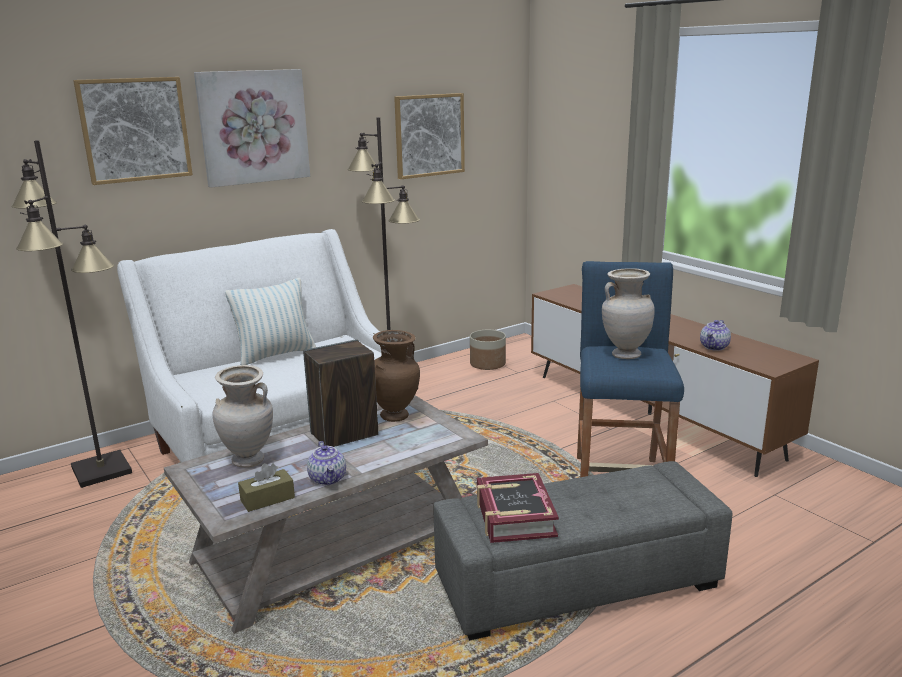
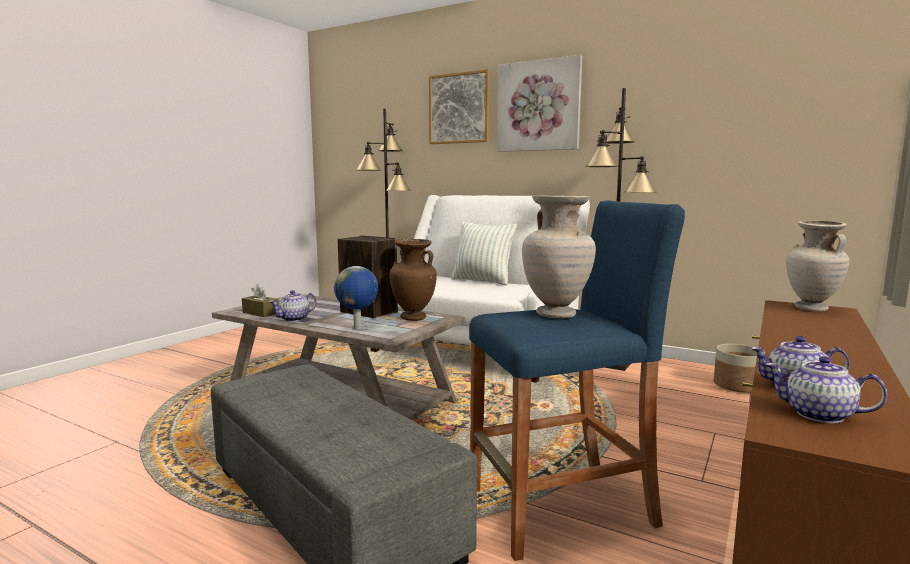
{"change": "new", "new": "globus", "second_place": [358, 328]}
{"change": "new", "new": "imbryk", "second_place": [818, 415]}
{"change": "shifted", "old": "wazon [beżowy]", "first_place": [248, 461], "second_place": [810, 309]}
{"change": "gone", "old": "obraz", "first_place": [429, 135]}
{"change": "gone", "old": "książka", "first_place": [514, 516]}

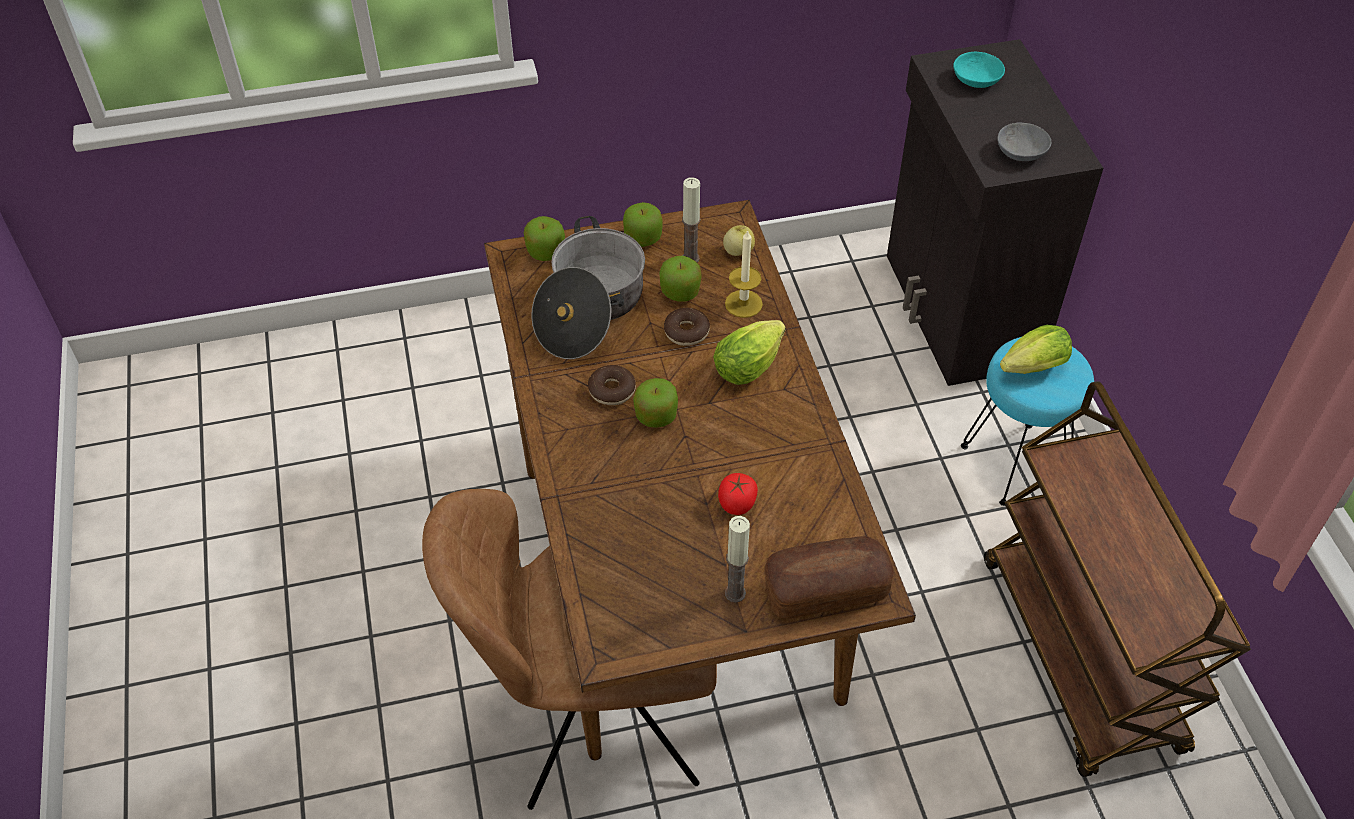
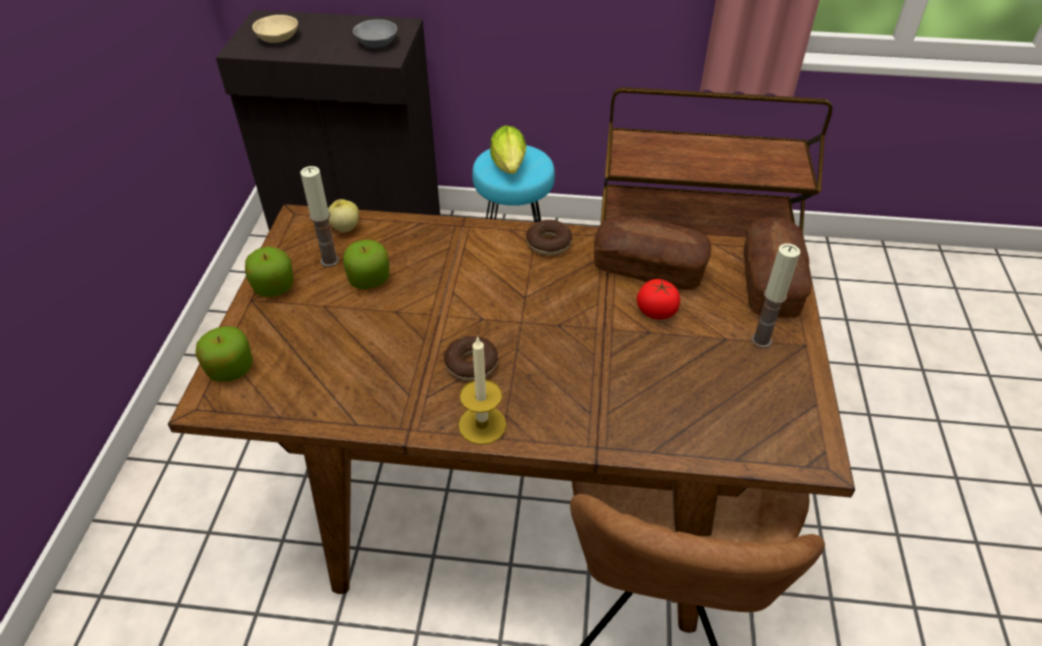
{"change": "repainted", "old": "miska [turkusowy]", "new": "miska [beżowy]", "first_place": [975, 80], "second_place": [278, 38]}
{"change": "shifted", "old": "świeca", "first_place": [743, 304], "second_place": [482, 425]}
{"change": "shifted", "old": "donut", "first_place": [686, 332], "second_place": [548, 243]}
{"change": "new", "new": "chleb", "second_place": [648, 268]}
{"change": "gone", "old": "garnek", "first_place": [590, 309]}
{"change": "gone", "old": "jabłko", "first_place": [656, 415]}
{"change": "gone", "old": "sałata", "first_place": [751, 364]}

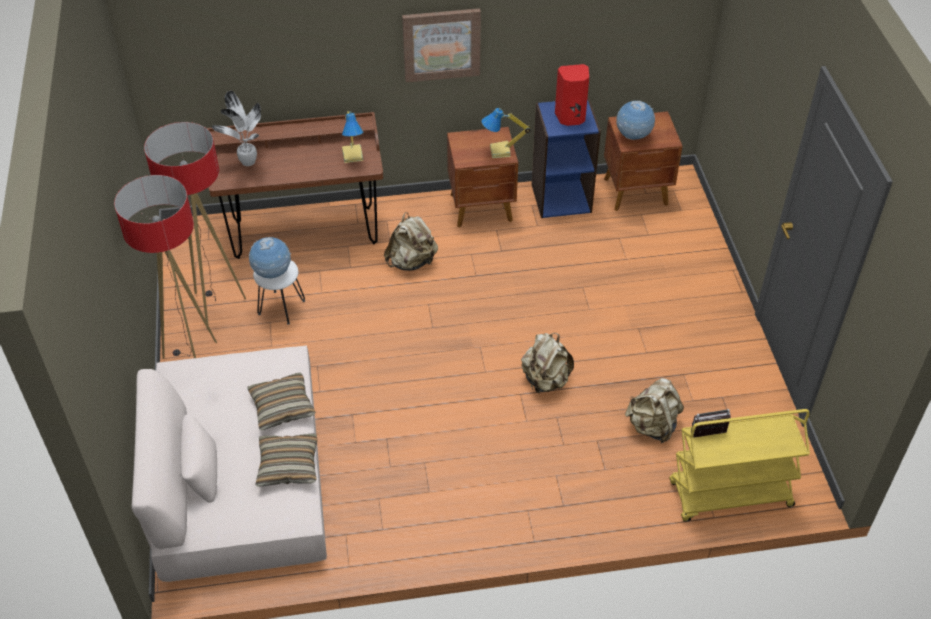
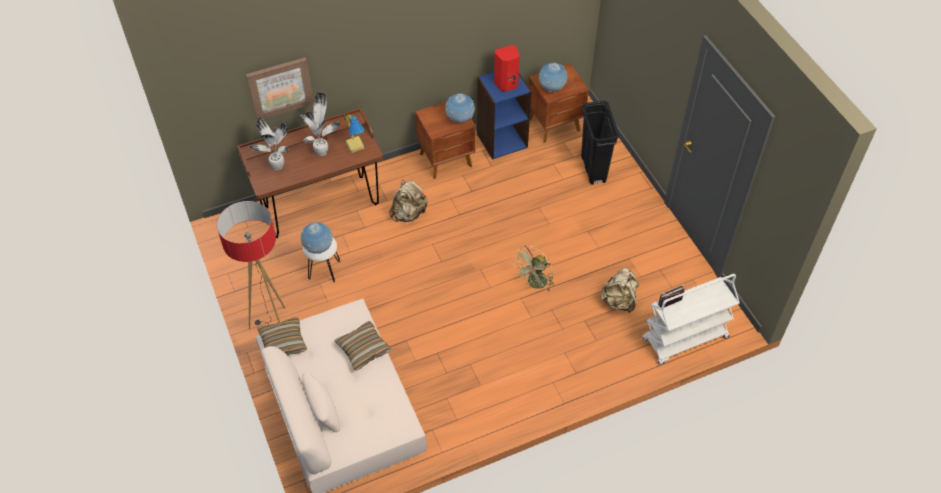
{"change": "shifted", "old": "obraz", "first_place": [441, 44], "second_place": [280, 87]}
{"change": "shifted", "old": "poduszka", "first_place": [288, 465], "second_place": [283, 343]}
{"change": "new", "new": "roślina doniczkowa", "second_place": [322, 151]}
{"change": "swapped", "old": "lampa stołowa", "new": "globus", "first_place": [500, 152], "second_place": [460, 119]}
{"change": "swapped", "old": "plecak [beżowy]", "new": "wentylator [zielony]", "first_place": [545, 380], "second_place": [535, 284]}
{"change": "new", "new": "kosz na śmieci [czarny]", "second_place": [593, 169]}
{"change": "repainted", "old": "wózek [żółty]", "new": "wózek [biały]", "first_place": [729, 495], "second_place": [684, 339]}
{"change": "gone", "old": "lampa stojąca", "first_place": [216, 306]}

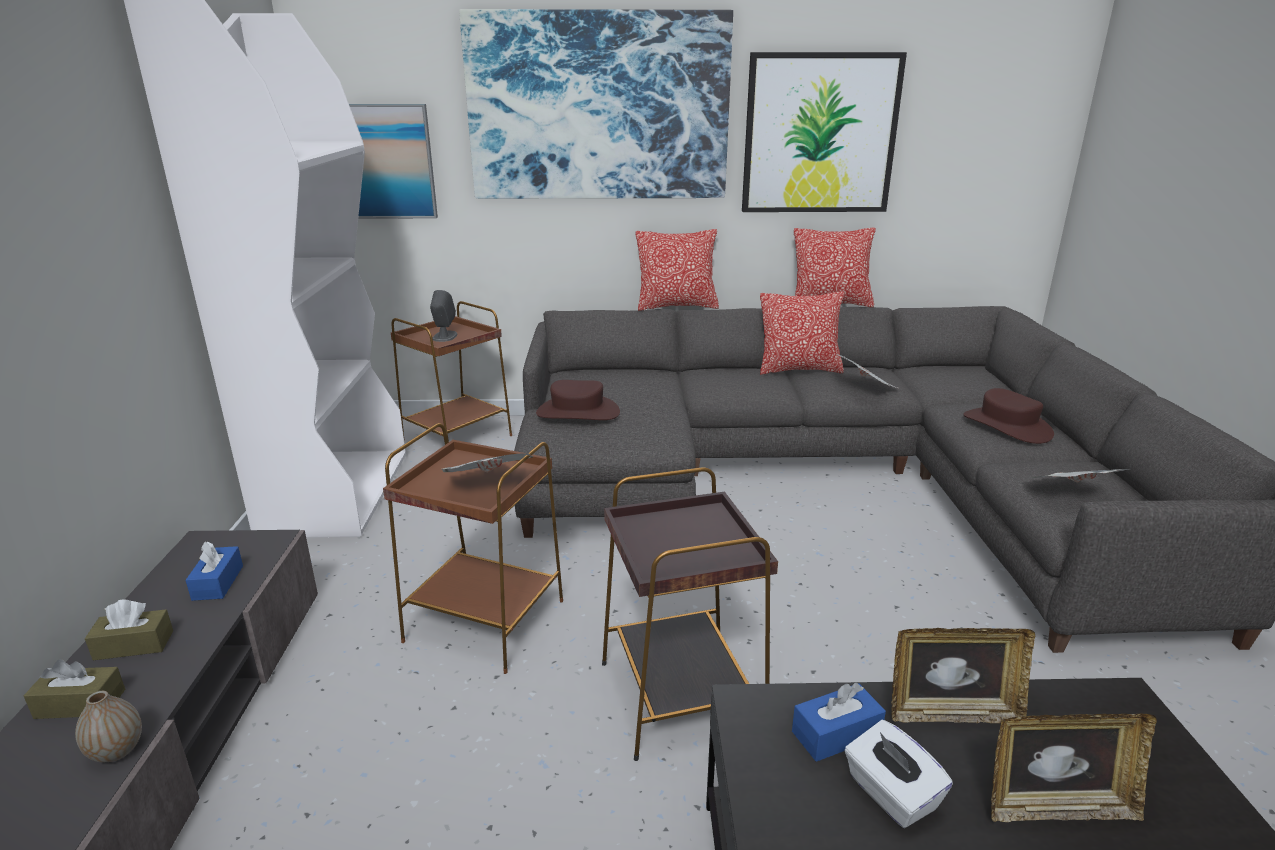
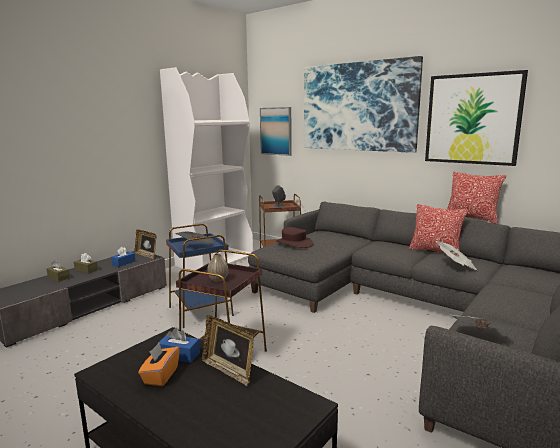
{"change": "shifted", "old": "ramka na zdjęcie", "first_place": [1056, 807], "second_place": [146, 255]}
{"change": "repainted", "old": "pudełko chusteczek [biały]", "new": "pudełko chusteczek [pomarańczowy]", "first_place": [890, 794], "second_place": [160, 376]}
{"change": "repainted", "old": "stolik [brązowy]", "new": "stolik [niebieski]", "first_place": [484, 620], "second_place": [201, 311]}
{"change": "shifted", "old": "wazon", "first_place": [117, 751], "second_place": [218, 280]}
{"change": "gone", "old": "poduszka", "first_place": [676, 306]}
{"change": "gone", "old": "kapelusz [brązowy]", "first_place": [1007, 426]}

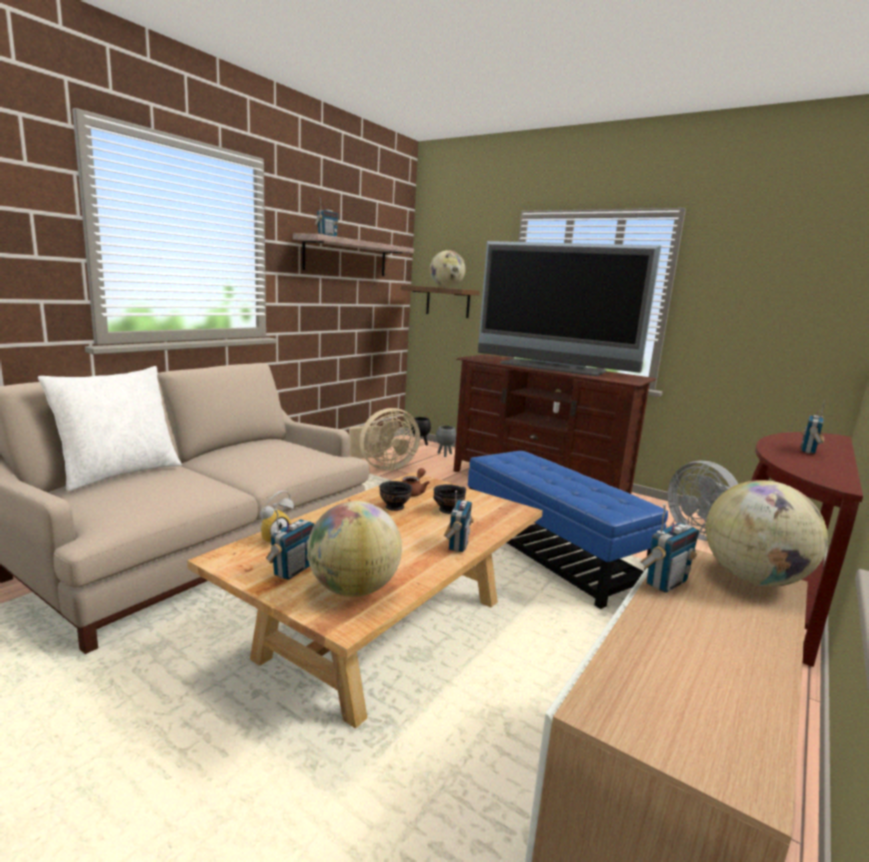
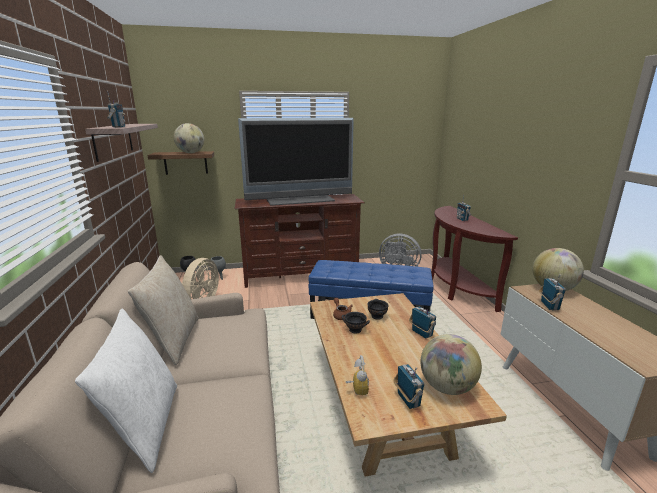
{"change": "new", "new": "poduszka [beżowy]", "second_place": [173, 340]}

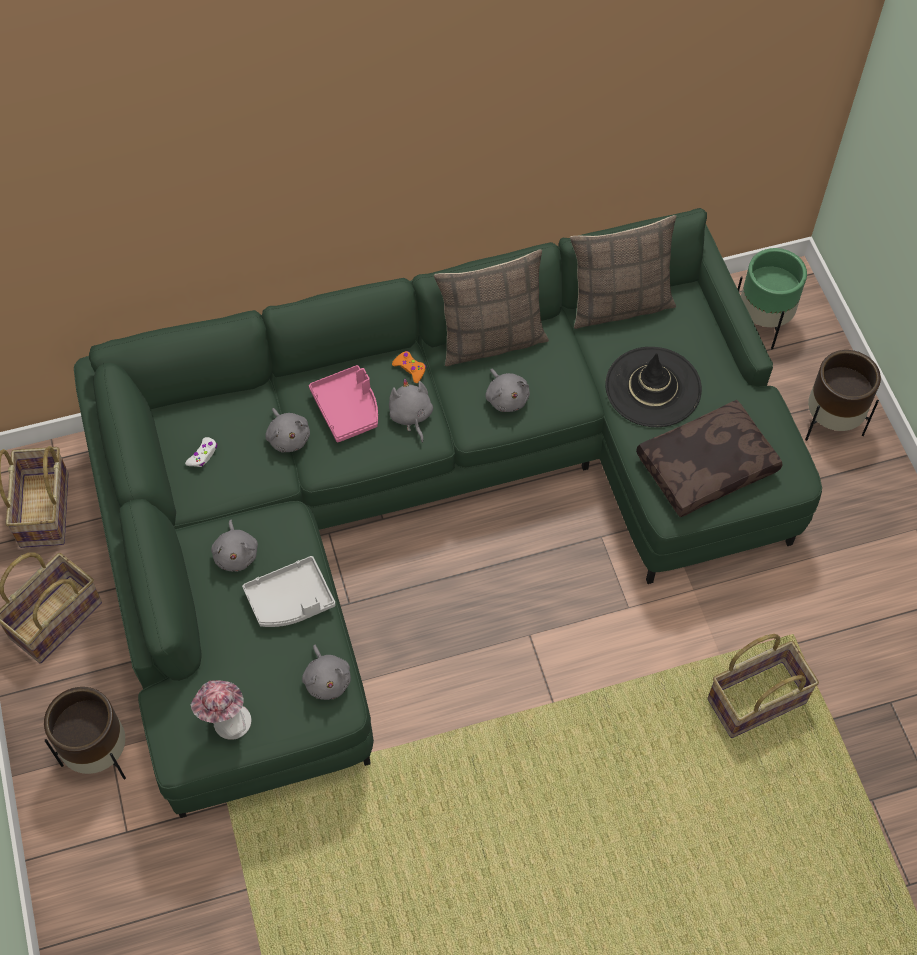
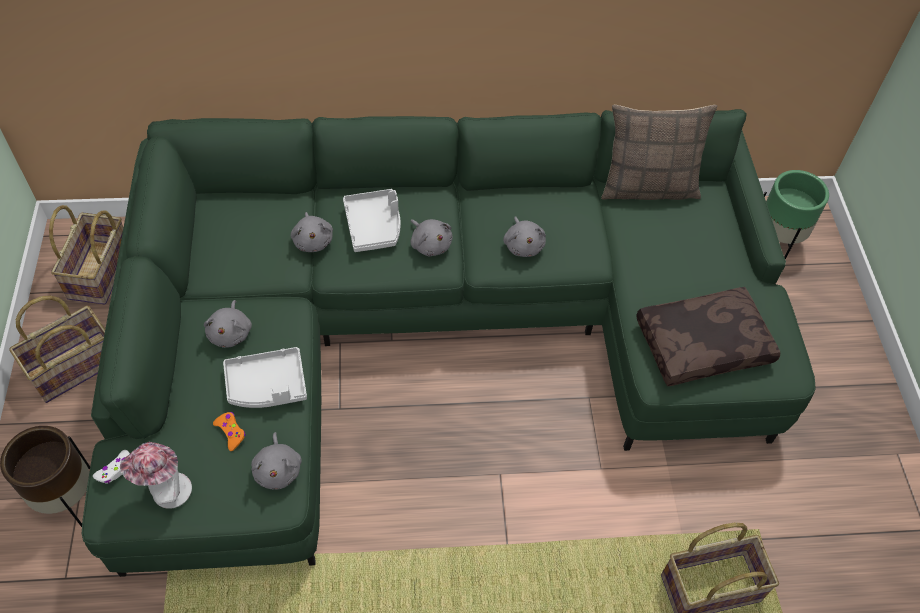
{"change": "shifted", "old": "pad do gier [biały]", "first_place": [203, 455], "second_place": [116, 470]}
{"change": "shifted", "old": "pad do gier [pomarańczowy]", "first_place": [410, 369], "second_place": [231, 432]}
{"change": "repainted", "old": "taca [różowy]", "new": "taca [szary]", "first_place": [348, 409], "second_place": [374, 226]}
{"change": "rotated", "old": "pluszak [szary]", "first_place": [411, 416], "second_place": [430, 244], "degrees": 150}
{"change": "gone", "old": "poduszka", "first_place": [492, 340]}
{"change": "gone", "old": "kapelusz [czarny]", "first_place": [653, 387]}
{"change": "gone", "old": "donica [brązowy]", "first_place": [830, 423]}

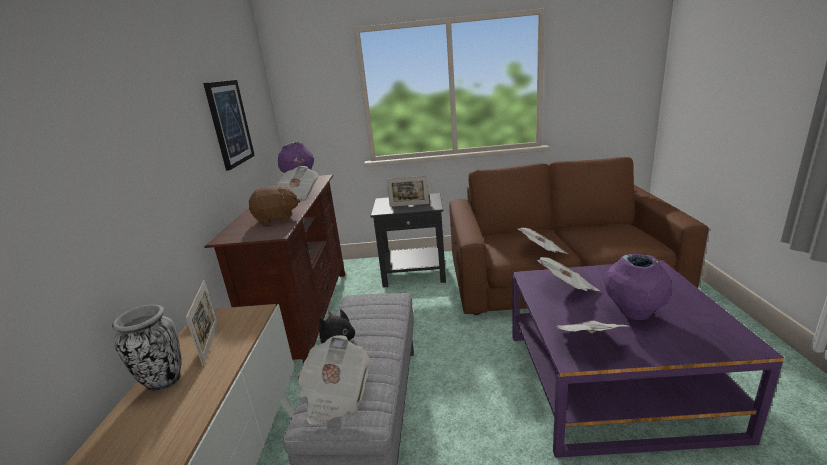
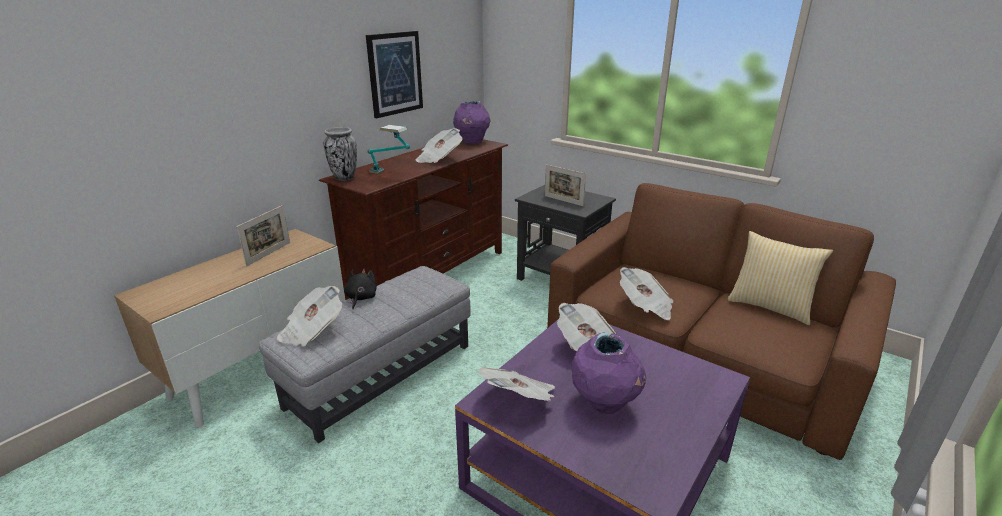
{"change": "shifted", "old": "wazon", "first_place": [163, 382], "second_place": [344, 178]}
{"change": "swapped", "old": "pluszak [brązowy]", "new": "lampa stołowa", "first_place": [276, 219], "second_place": [391, 174]}
{"change": "new", "new": "poduszka", "second_place": [770, 306]}

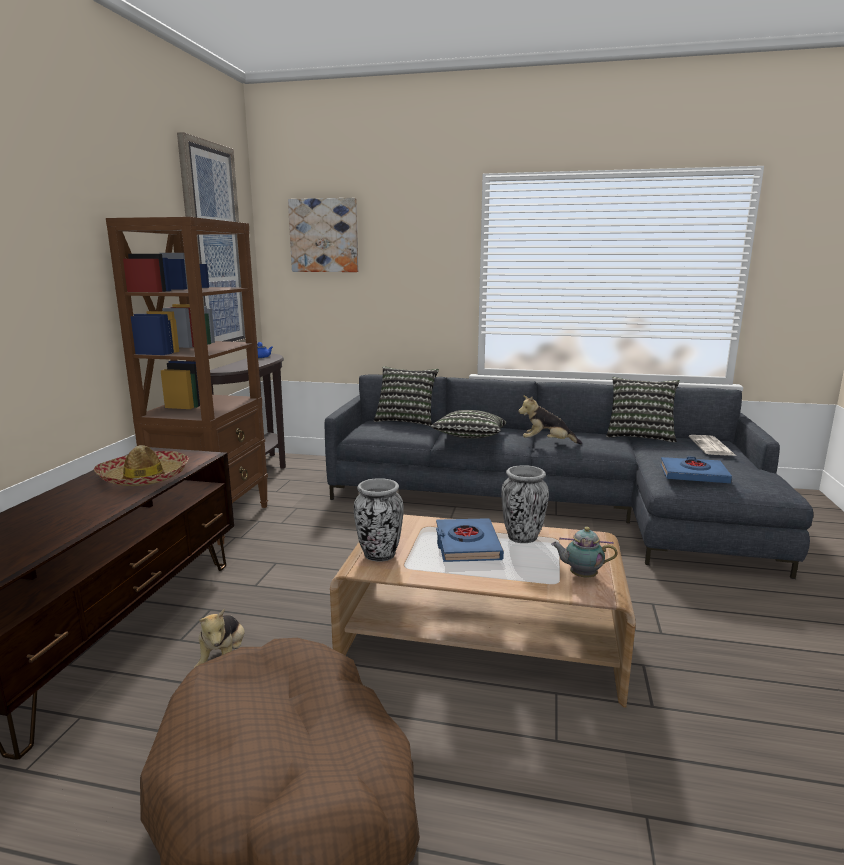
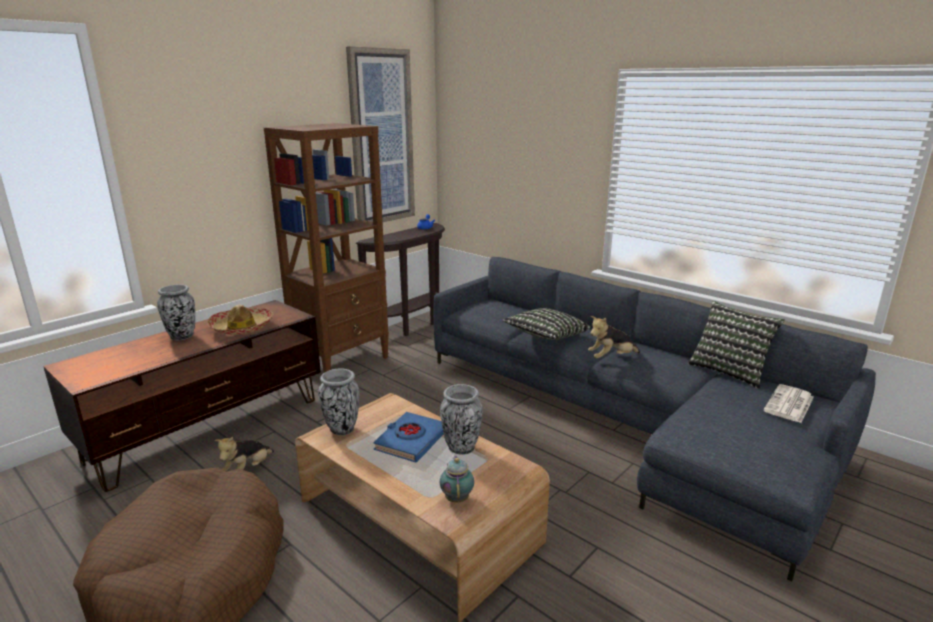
{"change": "new", "new": "wazon", "second_place": [182, 337]}
{"change": "rotated", "old": "imbryk", "first_place": [581, 576], "second_place": [457, 498], "degrees": 45}
{"change": "rotated", "old": "pluszak", "first_place": [547, 443], "second_place": [611, 358], "degrees": -60}
{"change": "gone", "old": "obraz", "first_place": [324, 235]}
{"change": "gone", "old": "poduszka", "first_place": [406, 420]}
{"change": "gone", "old": "książka [niebieski]", "first_place": [693, 475]}

